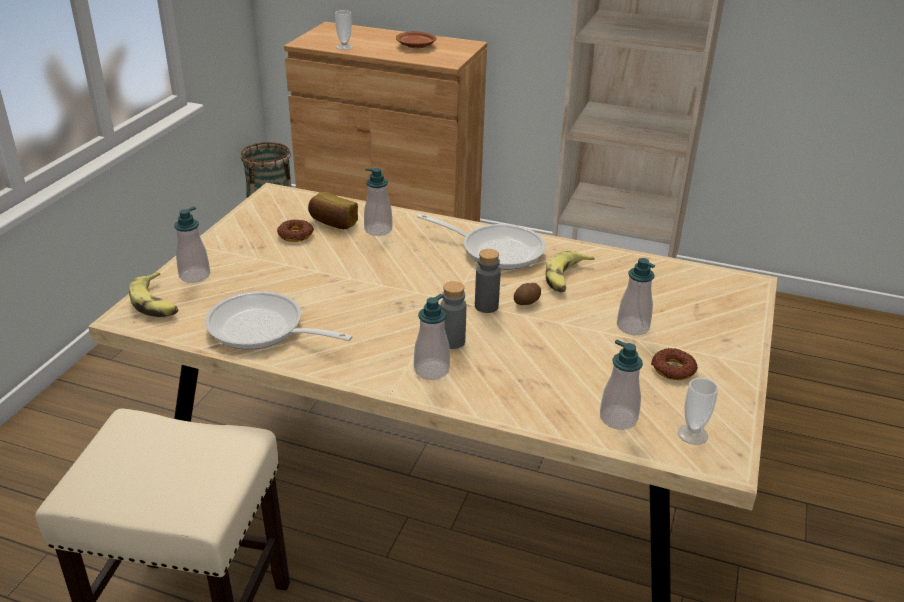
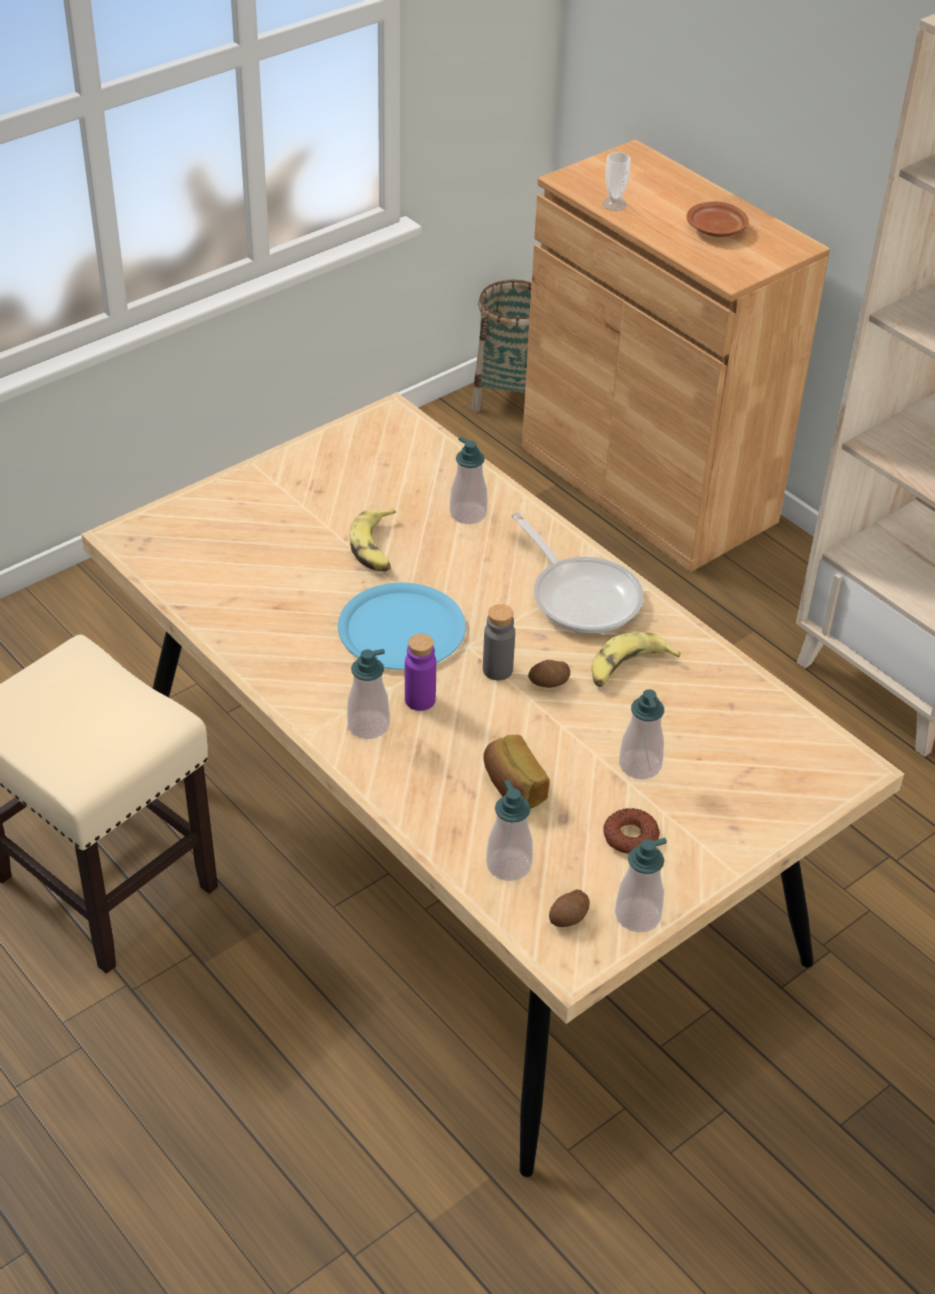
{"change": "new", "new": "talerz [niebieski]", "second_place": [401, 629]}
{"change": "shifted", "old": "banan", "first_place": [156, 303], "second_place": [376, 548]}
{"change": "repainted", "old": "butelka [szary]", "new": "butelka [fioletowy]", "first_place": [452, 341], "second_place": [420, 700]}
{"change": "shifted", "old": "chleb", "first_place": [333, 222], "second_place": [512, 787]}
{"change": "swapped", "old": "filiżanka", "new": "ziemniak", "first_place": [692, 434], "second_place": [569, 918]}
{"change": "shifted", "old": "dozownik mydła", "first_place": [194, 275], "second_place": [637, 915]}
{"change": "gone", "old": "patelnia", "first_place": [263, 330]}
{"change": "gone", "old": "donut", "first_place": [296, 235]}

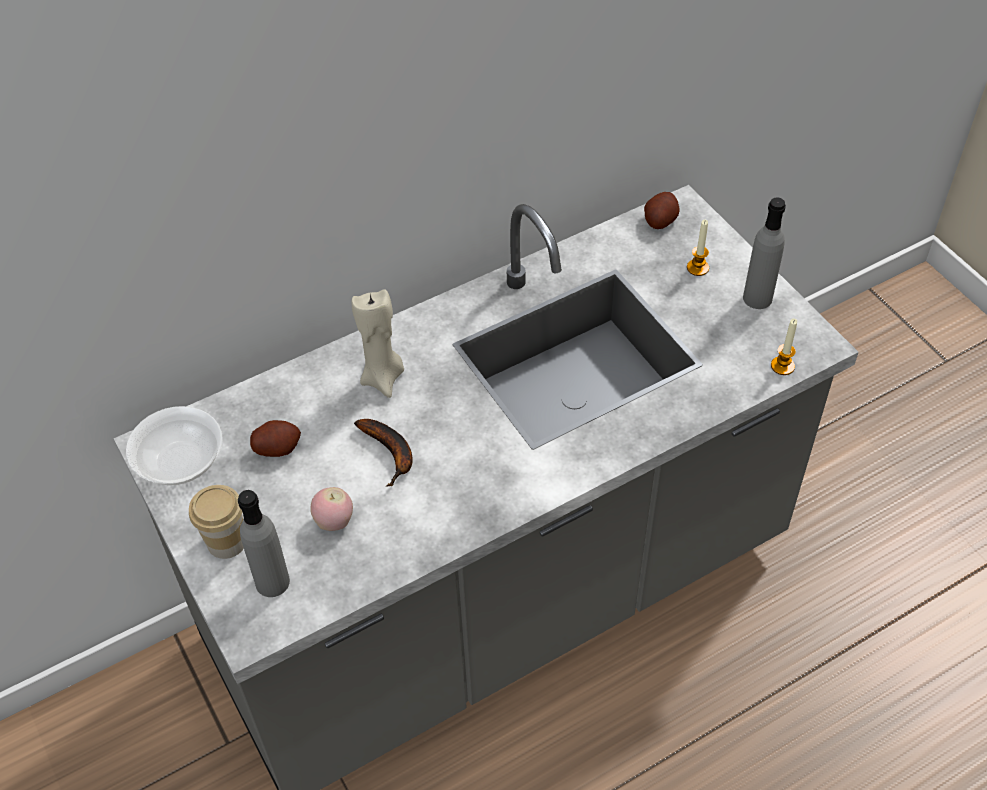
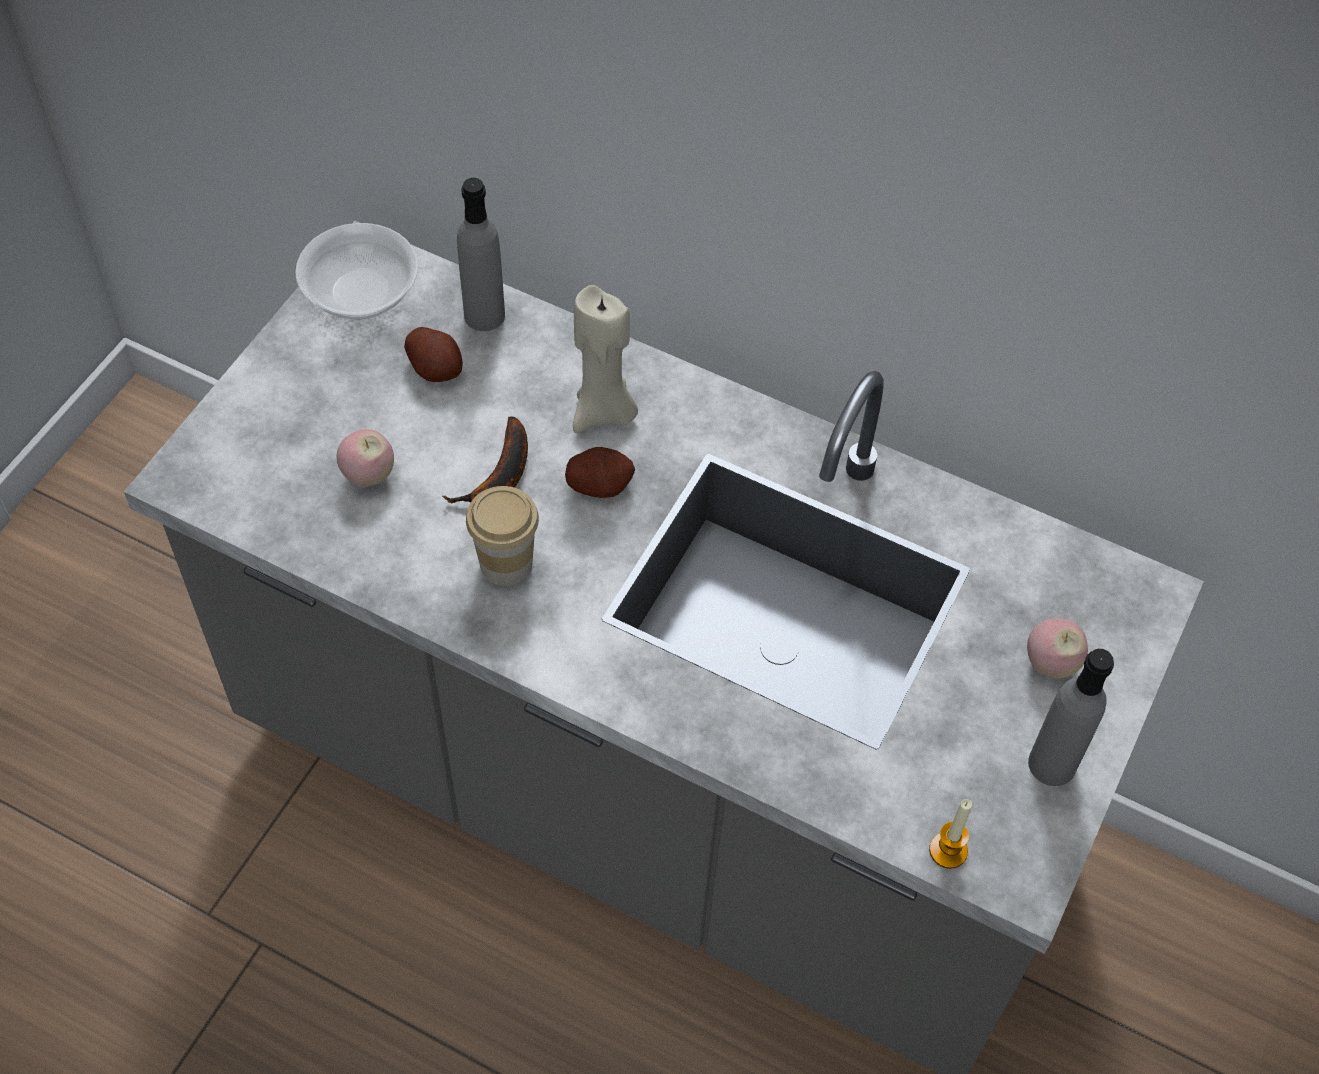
{"change": "shifted", "old": "butelka [szary]", "first_place": [272, 582], "second_place": [484, 315]}
{"change": "shifted", "old": "filiżanka", "first_place": [226, 542], "second_place": [506, 563]}
{"change": "shifted", "old": "ziemniak", "first_place": [660, 220], "second_place": [599, 484]}
{"change": "swapped", "old": "świeca", "new": "jabłko", "first_place": [697, 268], "second_place": [1050, 664]}

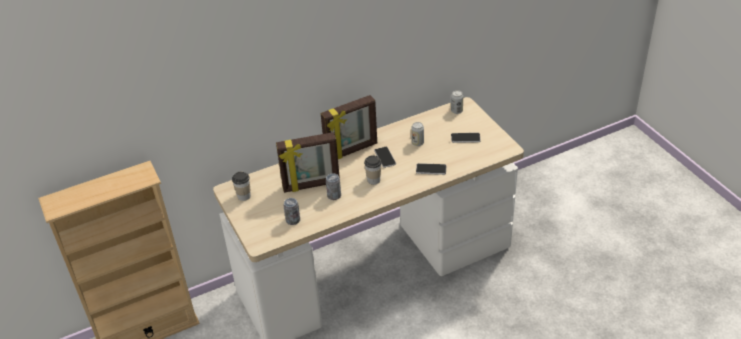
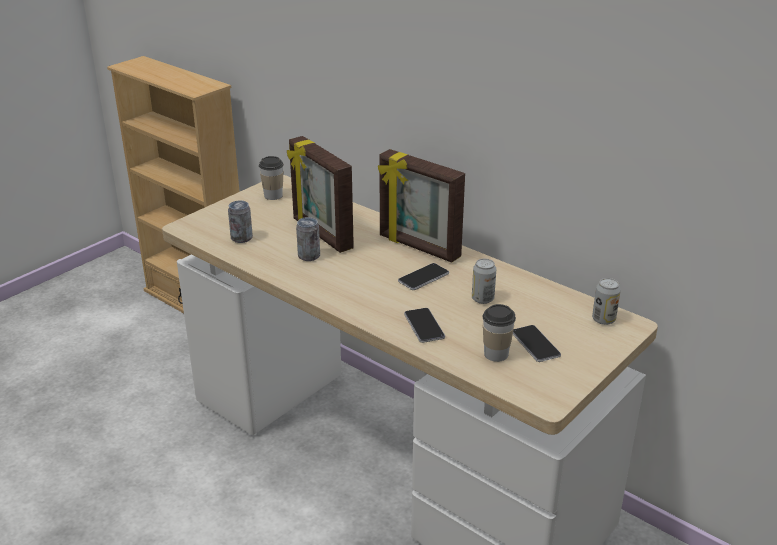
{"change": "shifted", "old": "filiżanka", "first_place": [373, 180], "second_place": [496, 354]}

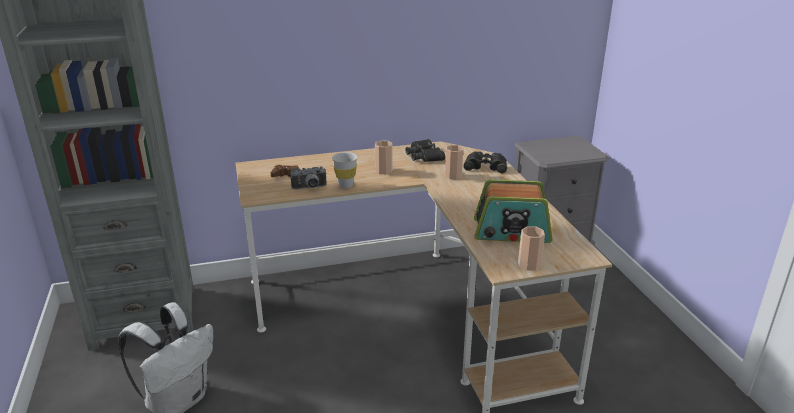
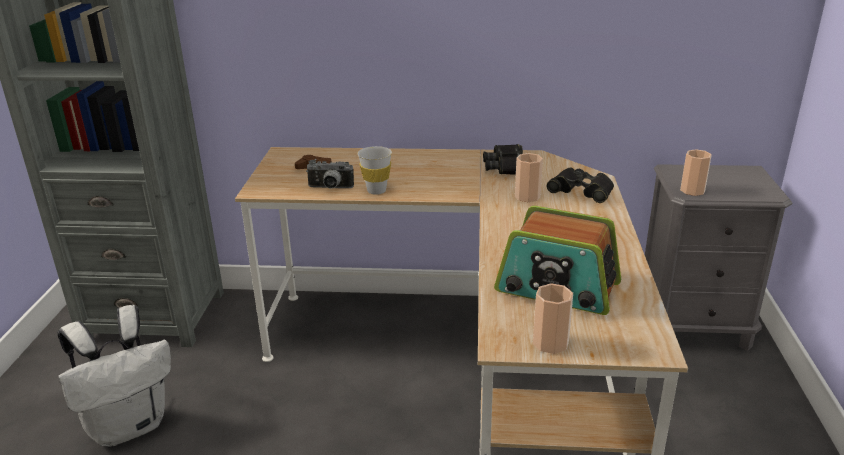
{"change": "shifted", "old": "filiżanka", "first_place": [383, 171], "second_place": [692, 190]}

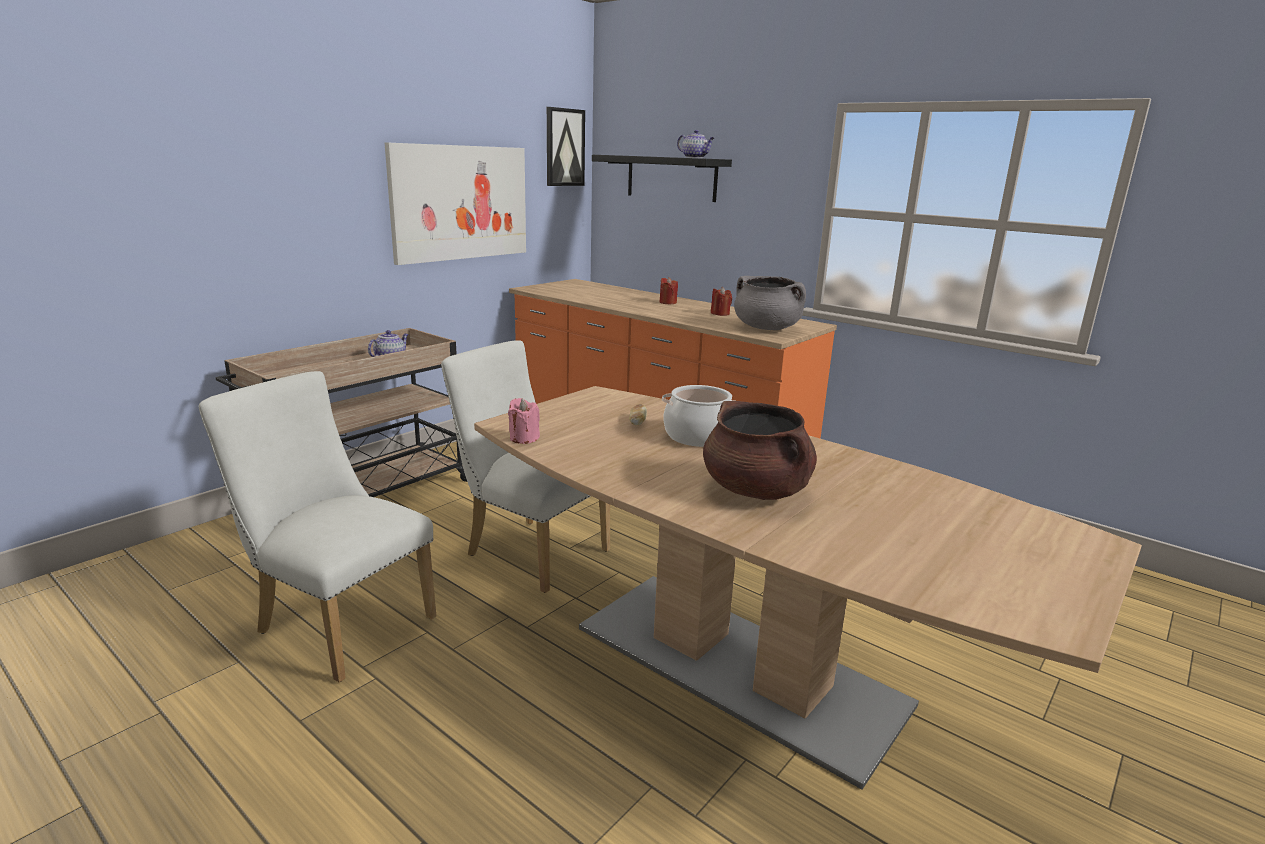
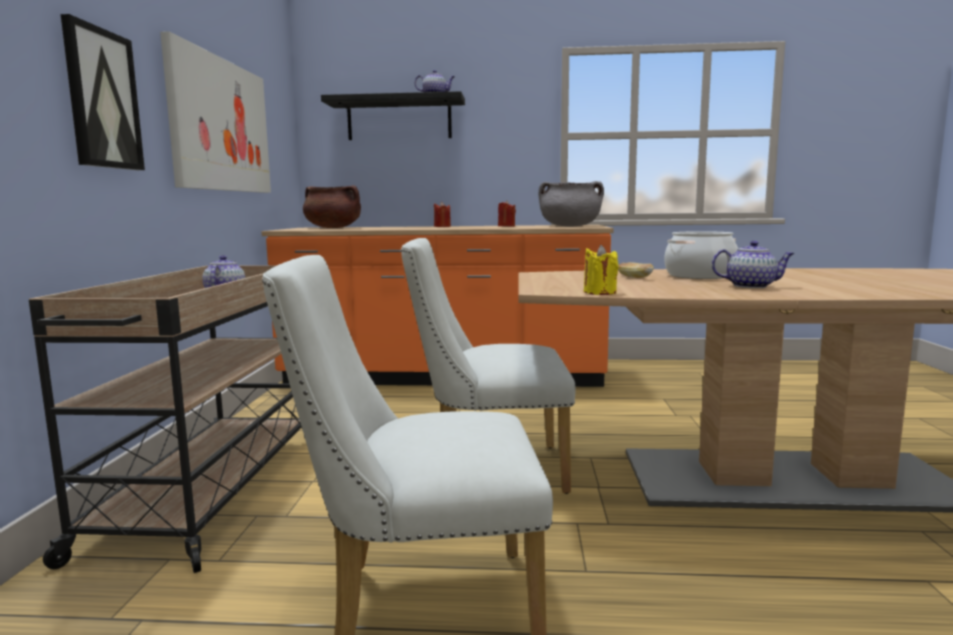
{"change": "shifted", "old": "obraz", "first_place": [564, 147], "second_place": [102, 99]}
{"change": "shifted", "old": "garnek [brązowy]", "first_place": [756, 490], "second_place": [333, 228]}
{"change": "repainted", "old": "świeca [różowy]", "new": "świeca [żółty]", "first_place": [524, 438], "second_place": [599, 292]}
{"change": "new", "new": "imbryk", "second_place": [751, 286]}

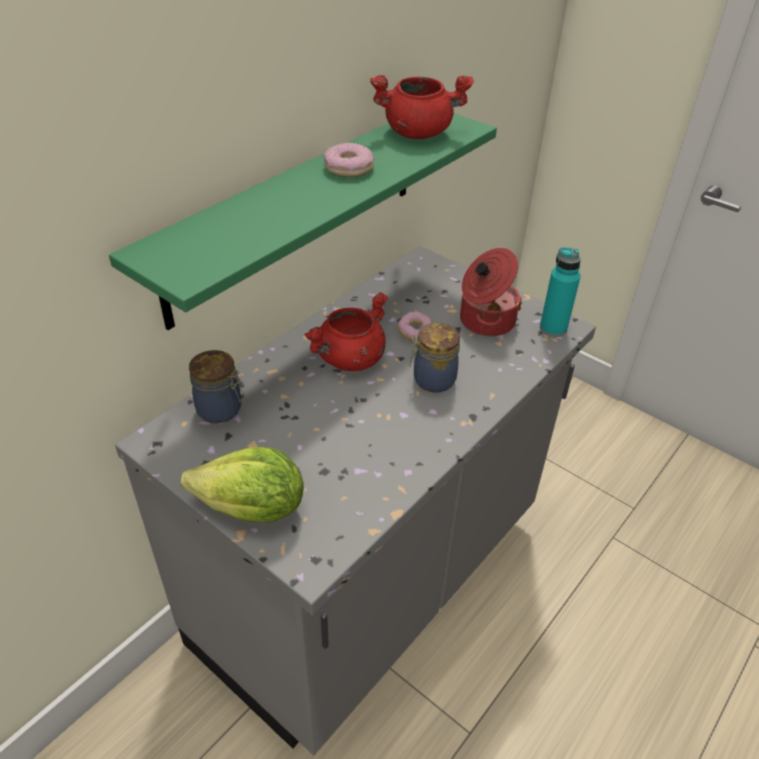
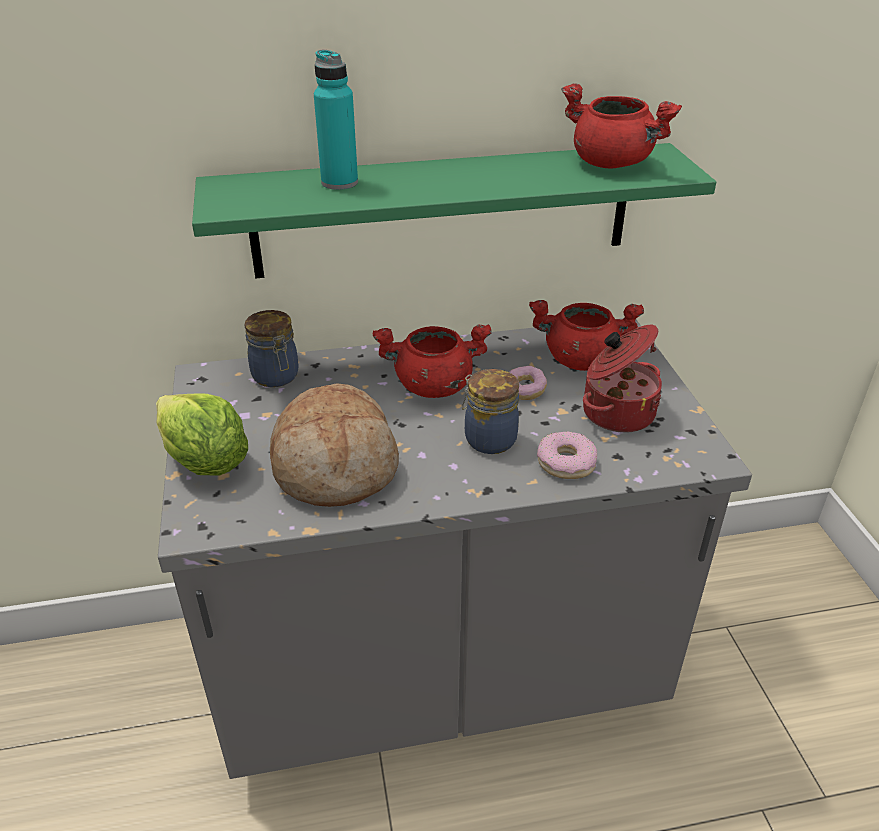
{"change": "new", "new": "chleb", "second_place": [335, 465]}
{"change": "shifted", "old": "butelka [turkusowy]", "first_place": [553, 328], "second_place": [339, 183]}
{"change": "new", "new": "garnek [czerwony]", "second_place": [580, 360]}
{"change": "shifted", "old": "donut", "first_place": [349, 168], "second_place": [566, 463]}

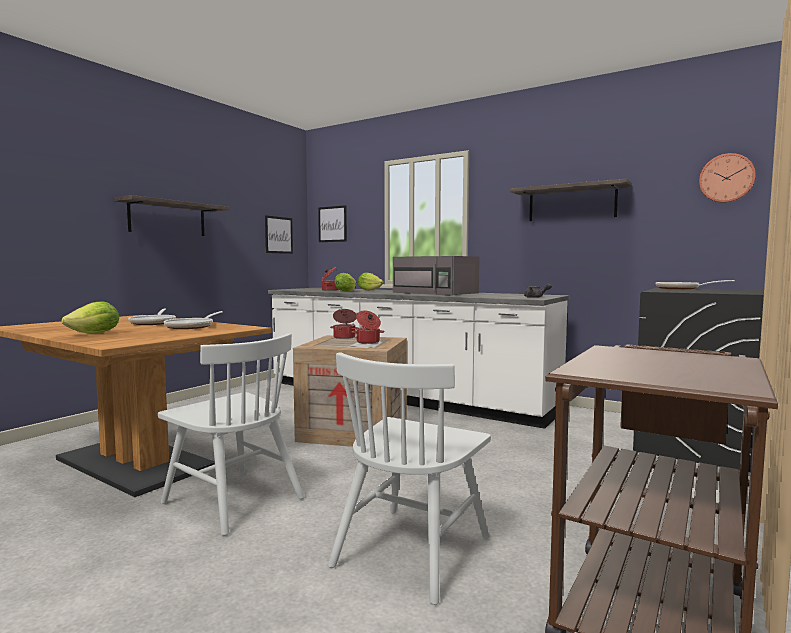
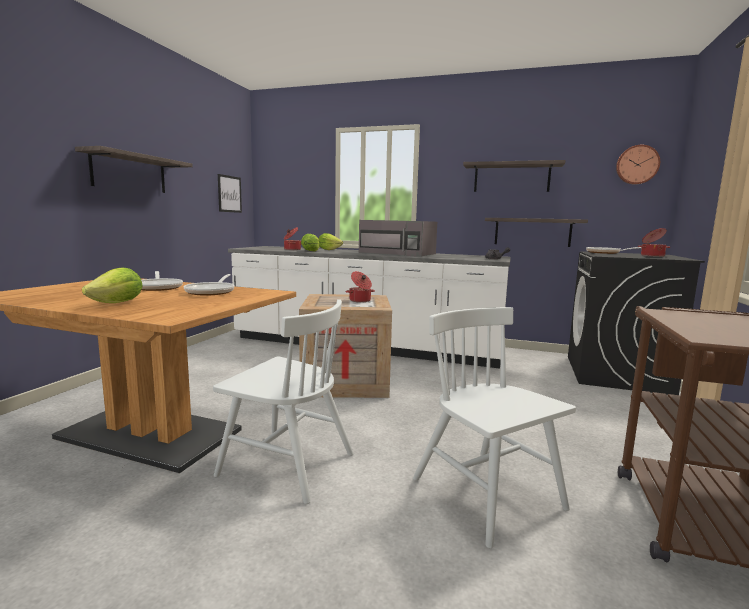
{"change": "rotated", "old": "krzesło [biały]", "first_place": [412, 550], "second_place": [487, 494], "degrees": 135}
{"change": "new", "new": "półka", "second_place": [532, 232]}
{"change": "shifted", "old": "garnek", "first_place": [344, 337], "second_place": [652, 256]}
{"change": "gone", "old": "obraz", "first_place": [332, 224]}

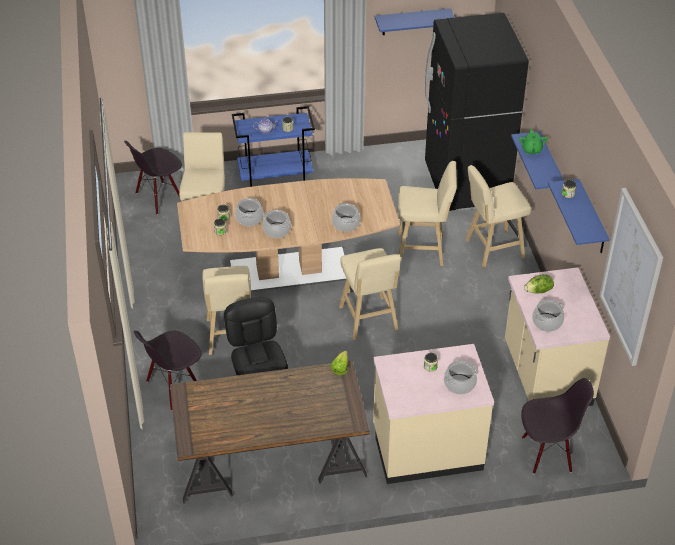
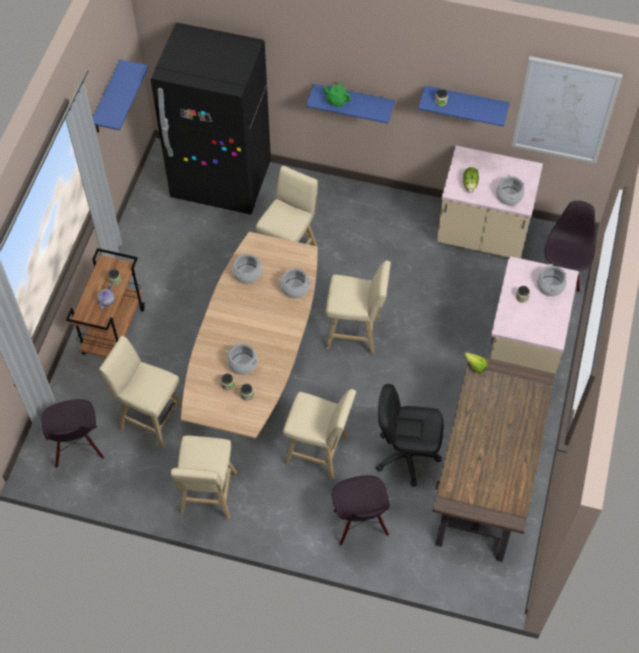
{"change": "repainted", "old": "wózek [niebieski]", "new": "wózek [brązowy]", "first_place": [276, 178], "second_place": [113, 330]}
{"change": "shifted", "old": "stołek [beżowy]", "first_place": [491, 249], "second_place": [207, 496]}
{"change": "shifted", "old": "garnek", "first_place": [276, 230], "second_place": [247, 274]}

